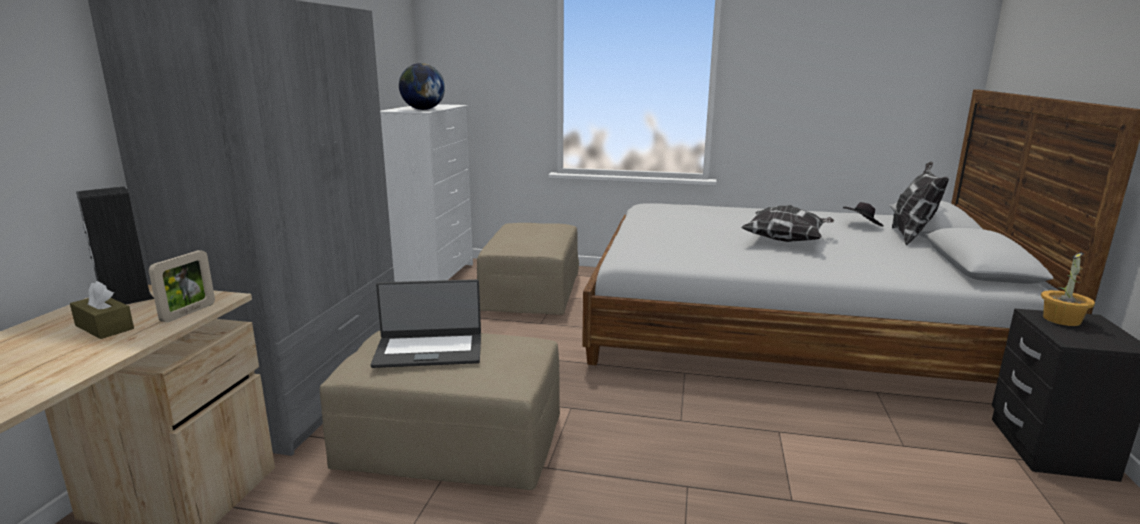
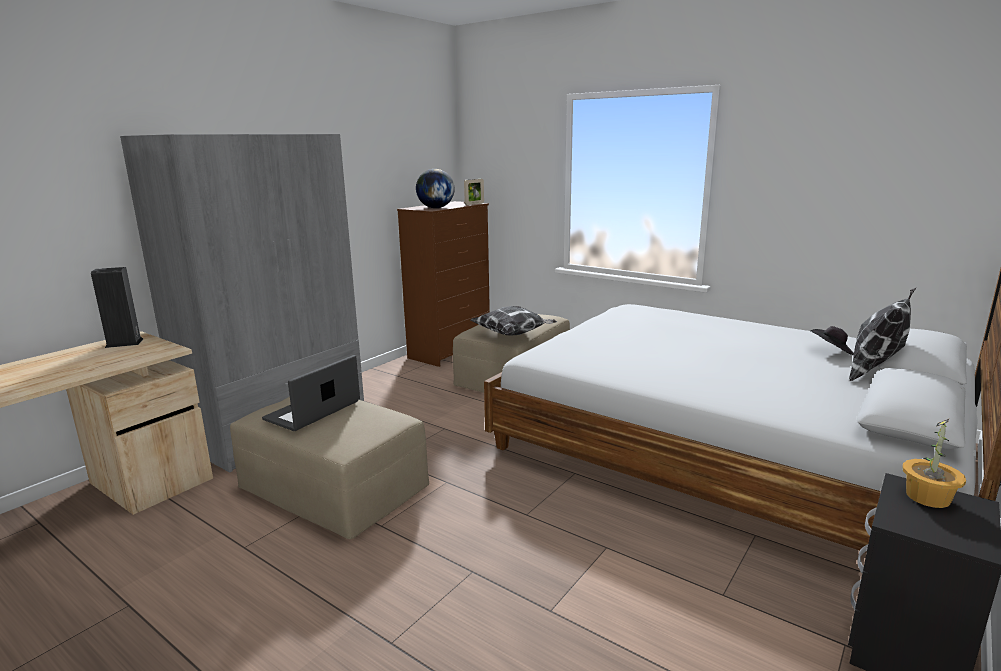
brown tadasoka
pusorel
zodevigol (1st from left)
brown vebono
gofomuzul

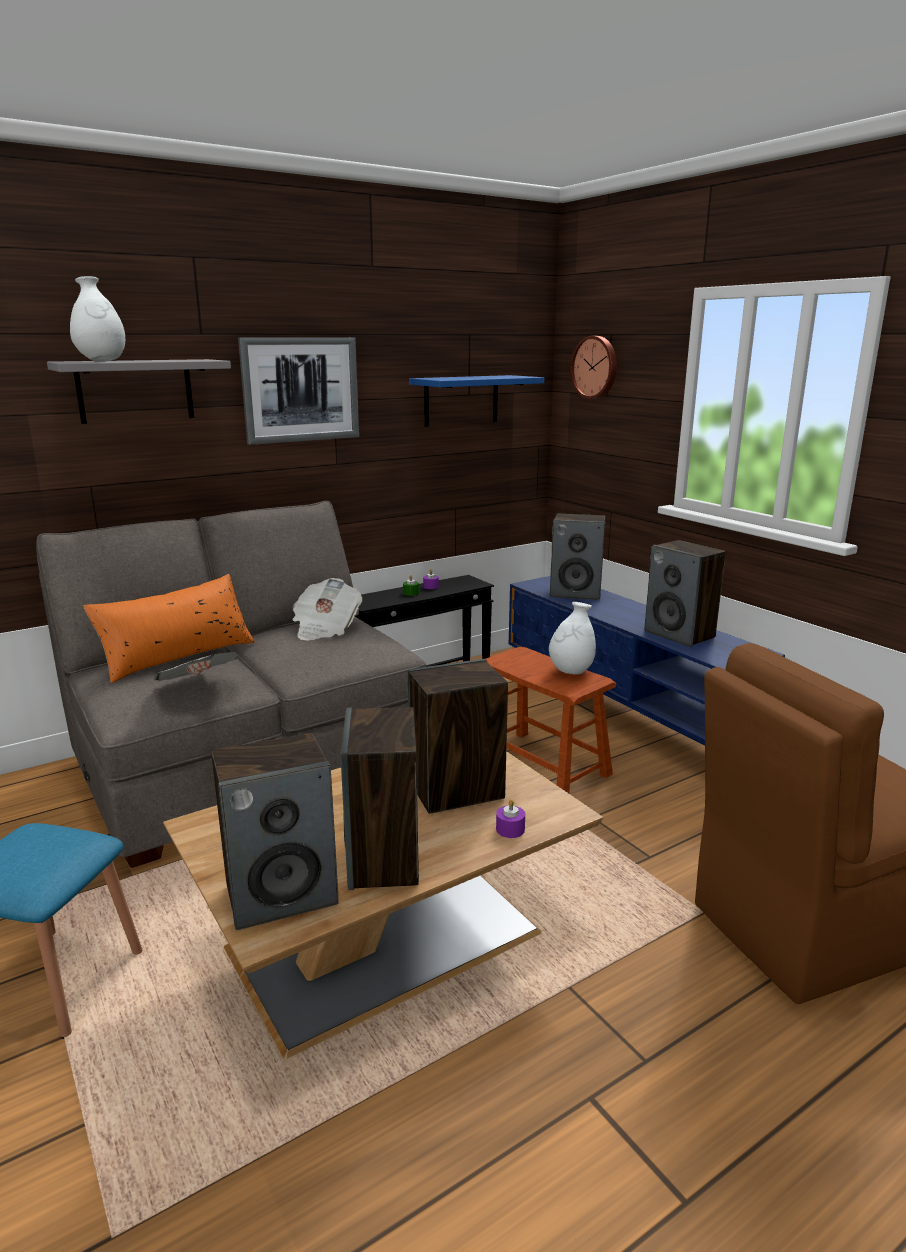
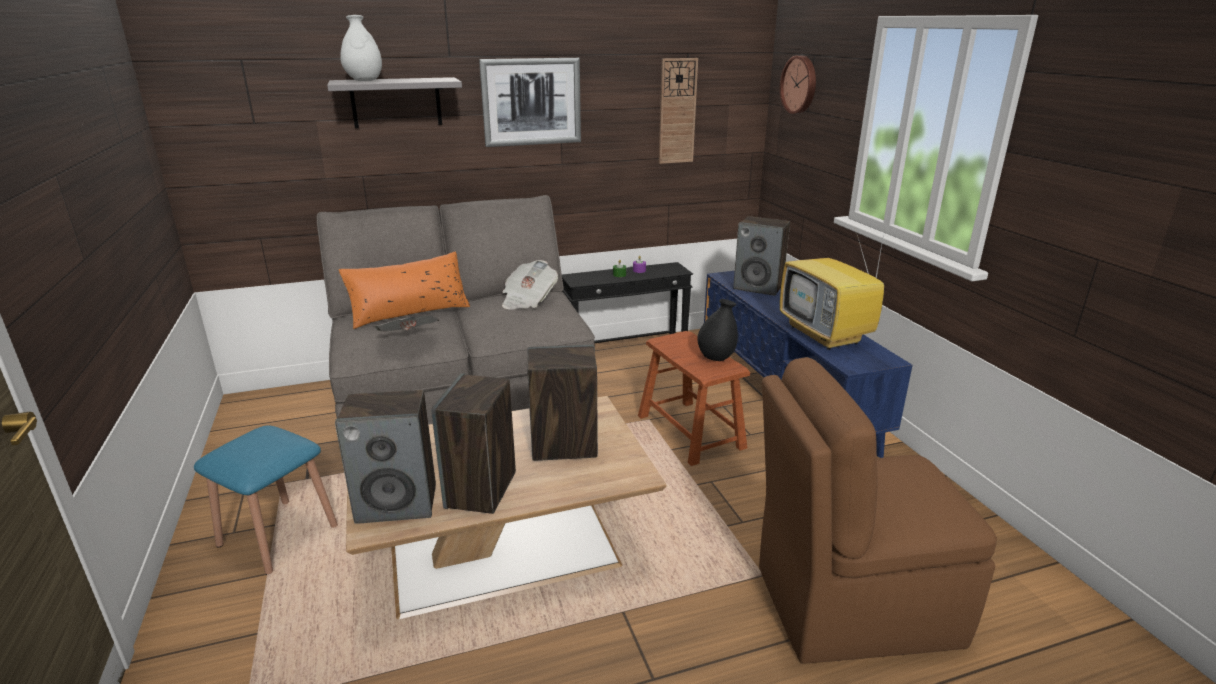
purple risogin (2nd from left in the first image)
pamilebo (1st from left)
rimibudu
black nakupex

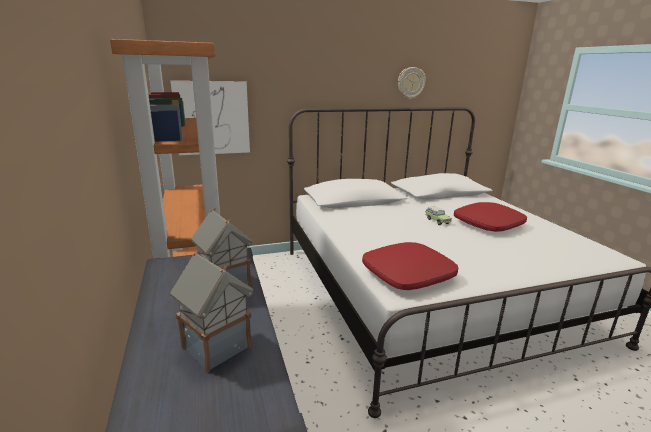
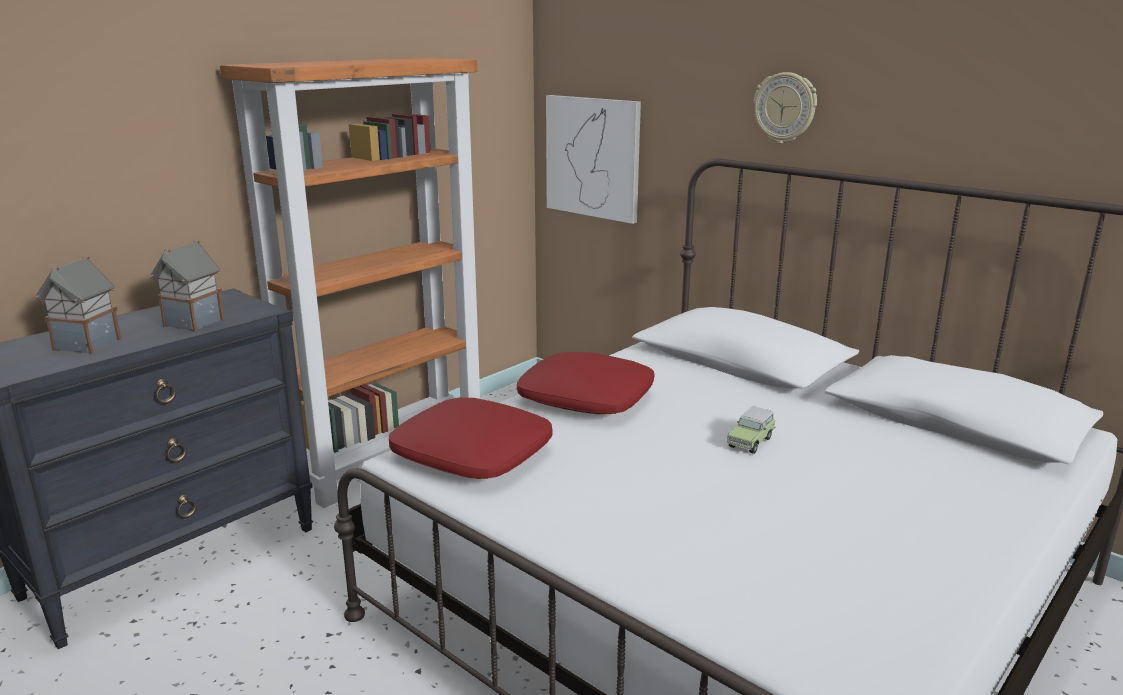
pamilebo
red zodevigol (2nd from left)

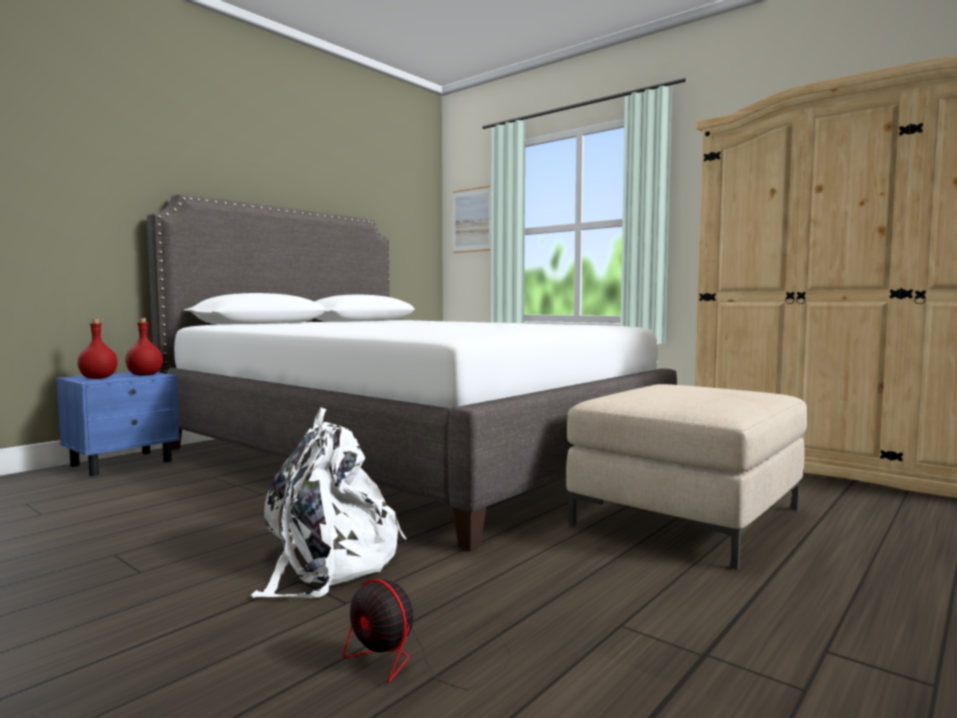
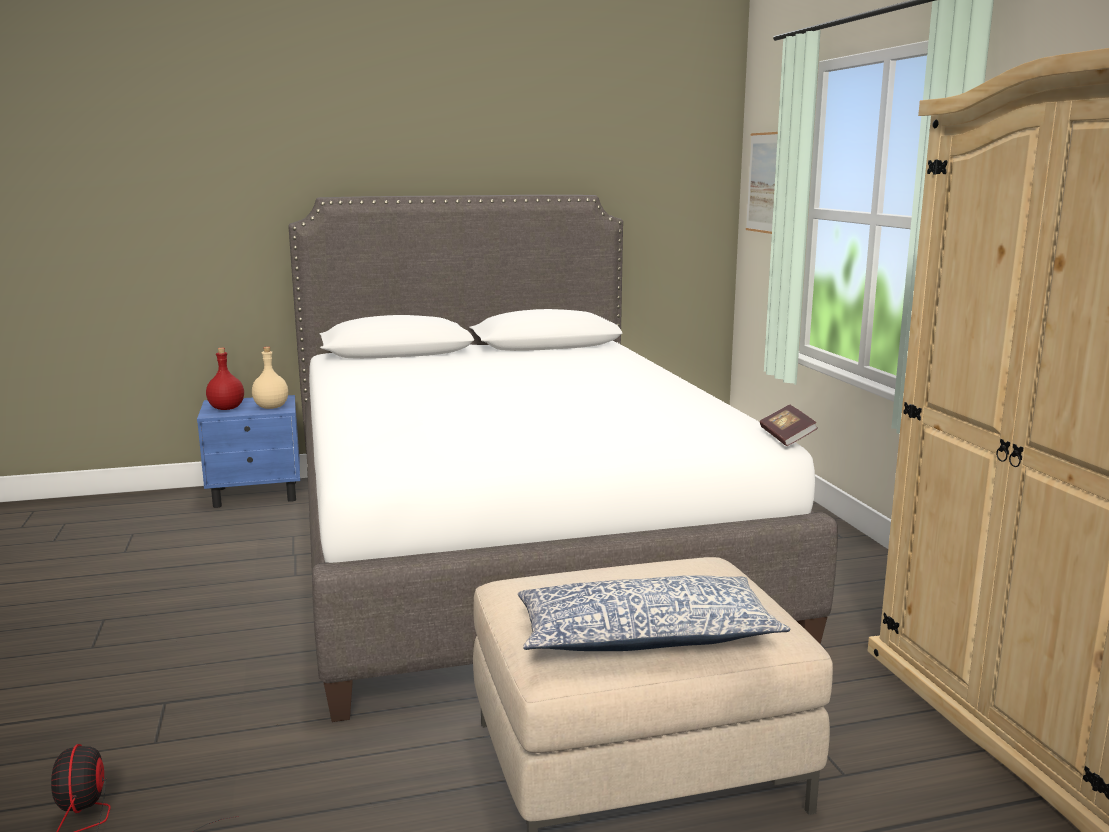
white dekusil
zodevigol
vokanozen
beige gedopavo

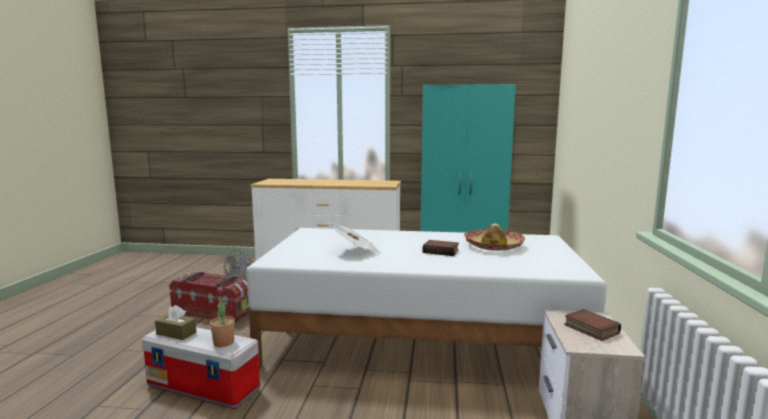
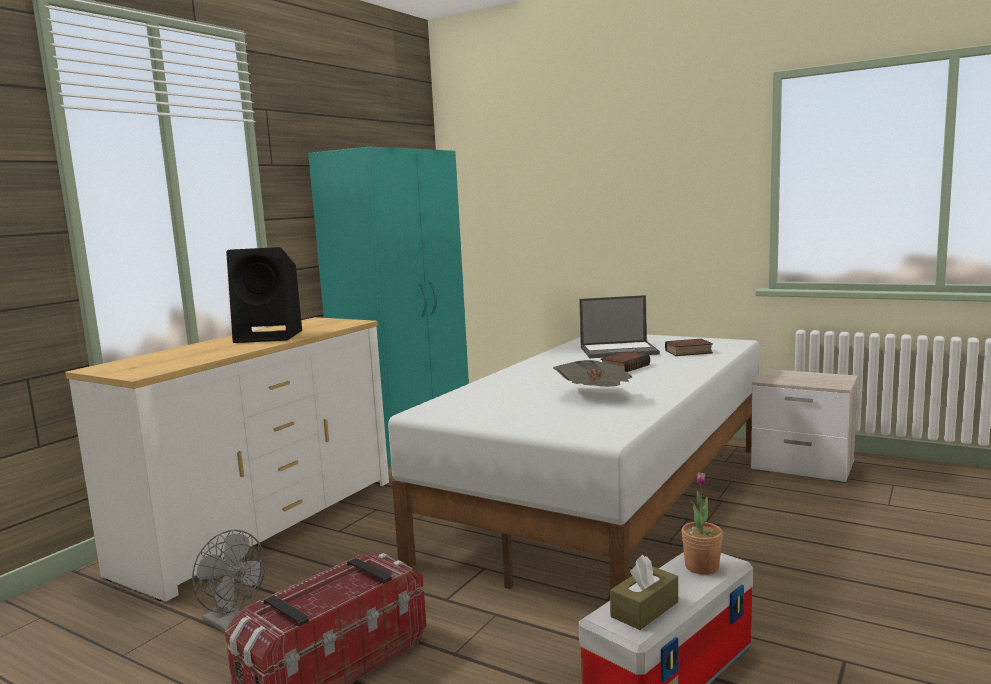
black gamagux
vokanozen (2nd from left)
gofomuzul

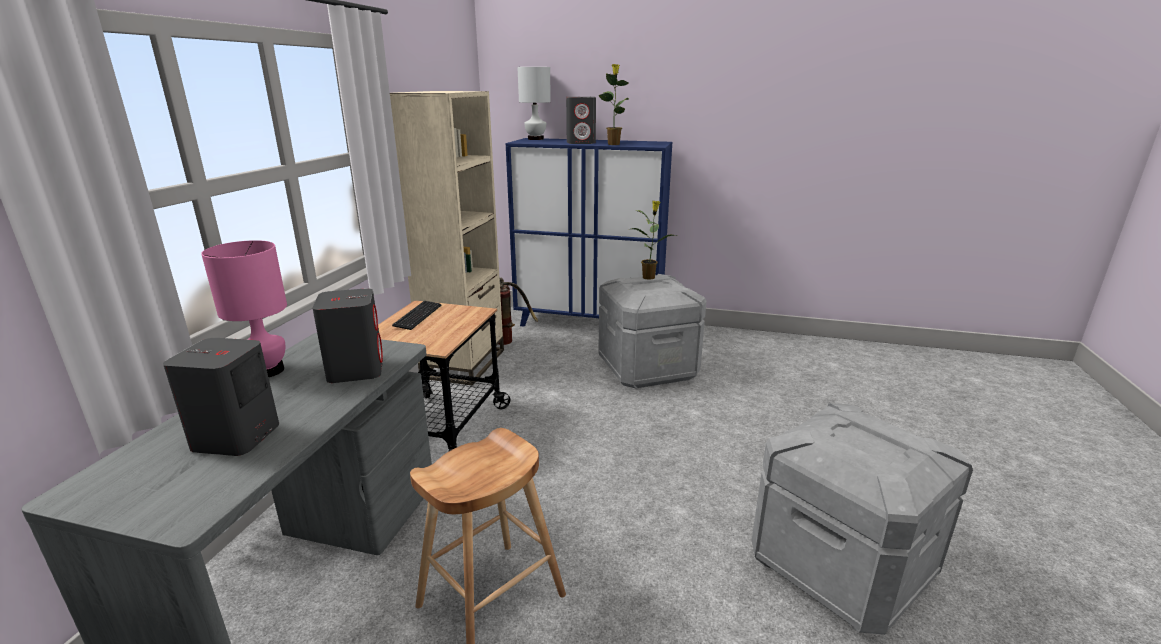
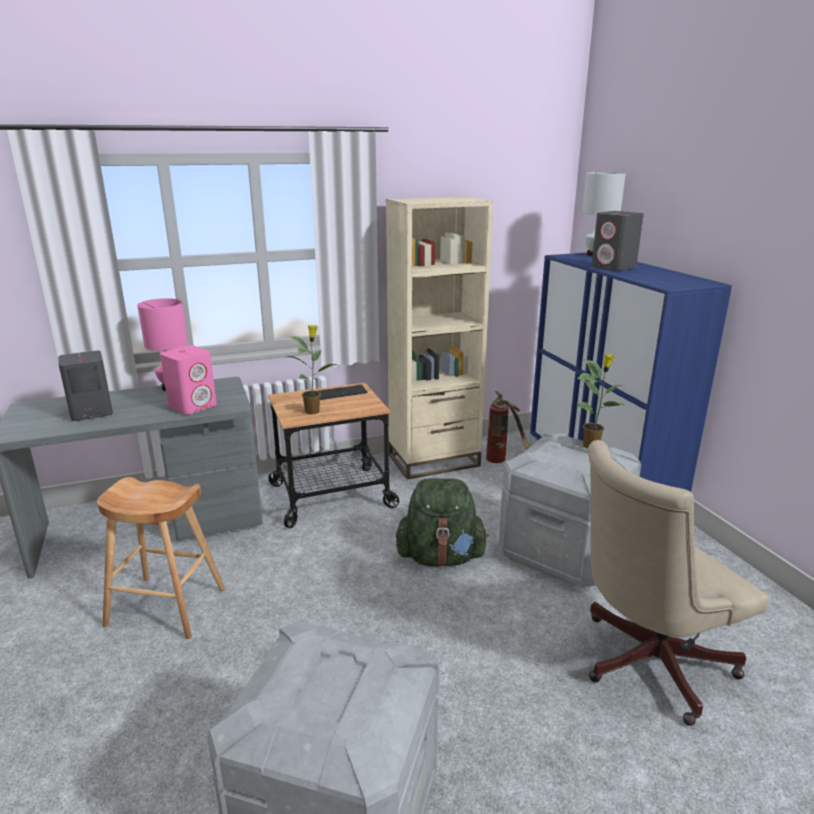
green dekusil
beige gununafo
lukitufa (1st from left)
pink gamagux

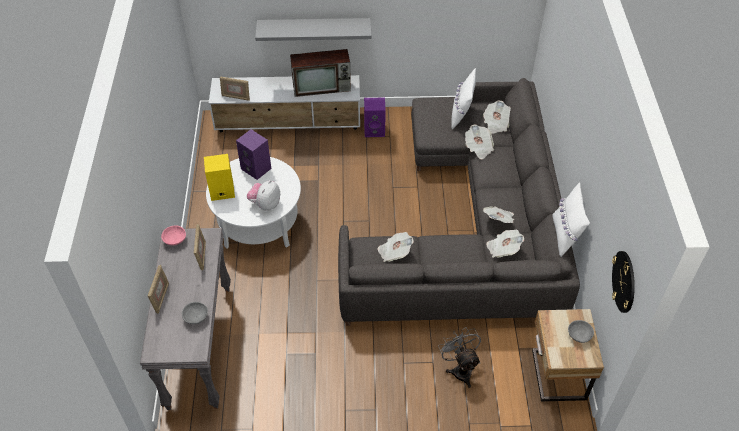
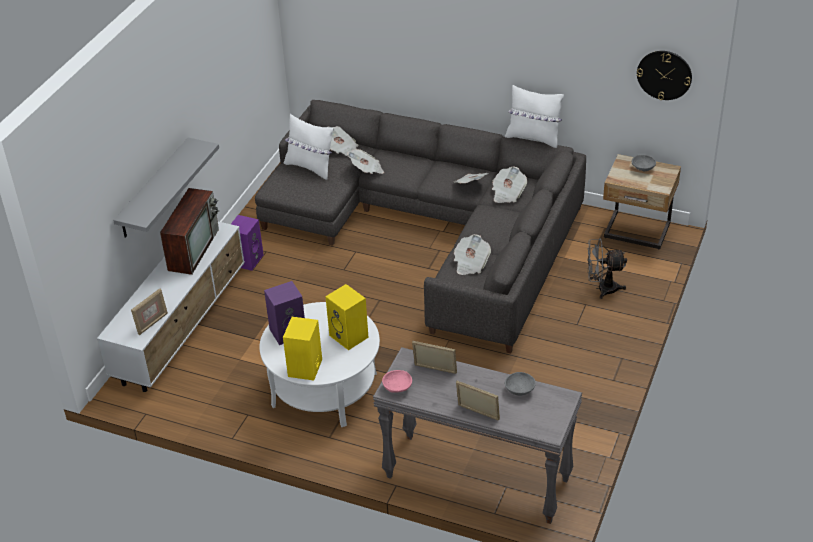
yellow gamagux (2nd from left)

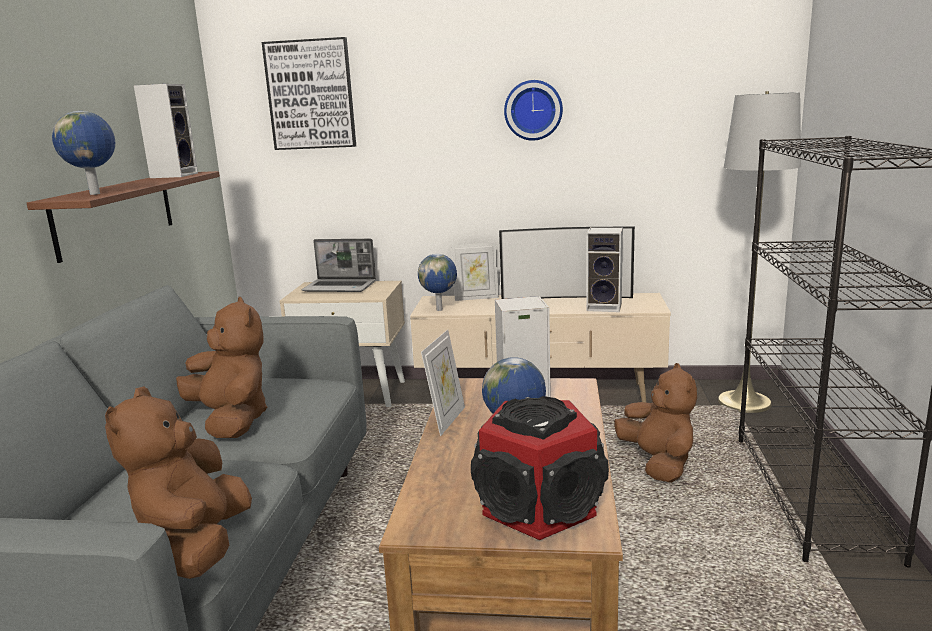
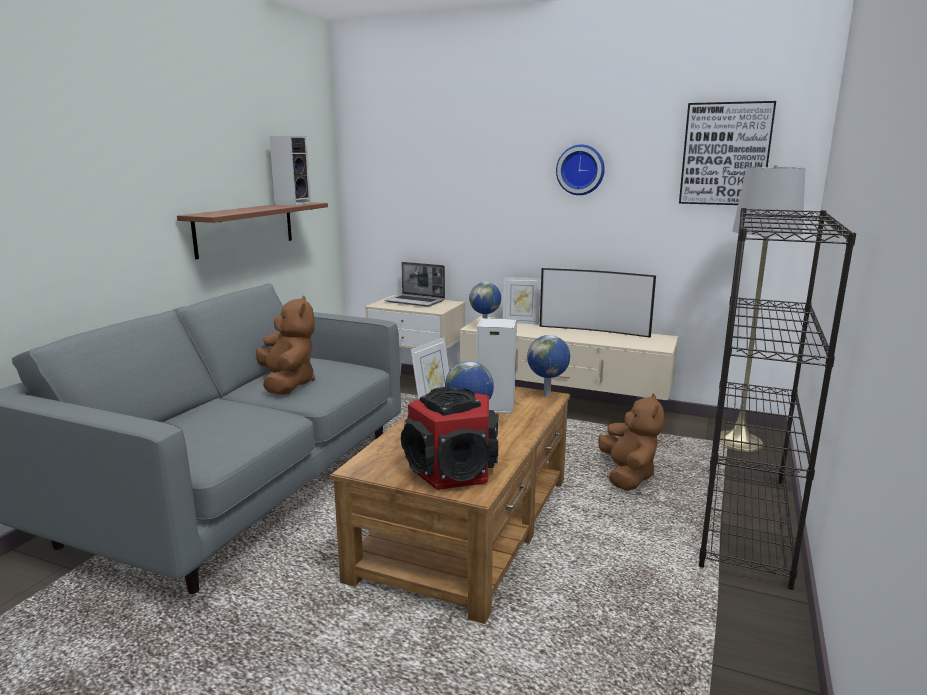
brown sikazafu (1st from left in the first image)
gamagux (4th from left in the first image)
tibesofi (3rd from left)
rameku

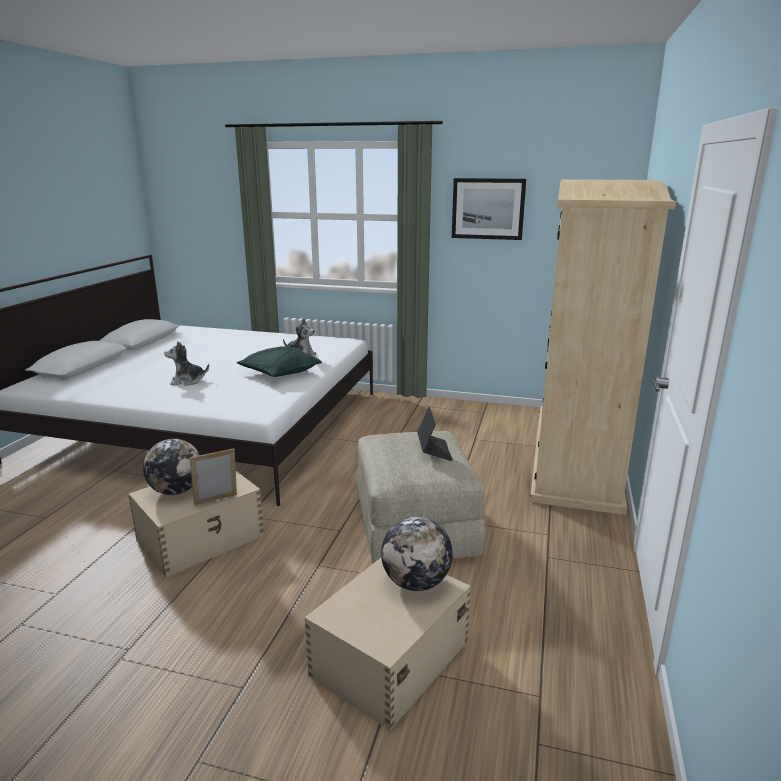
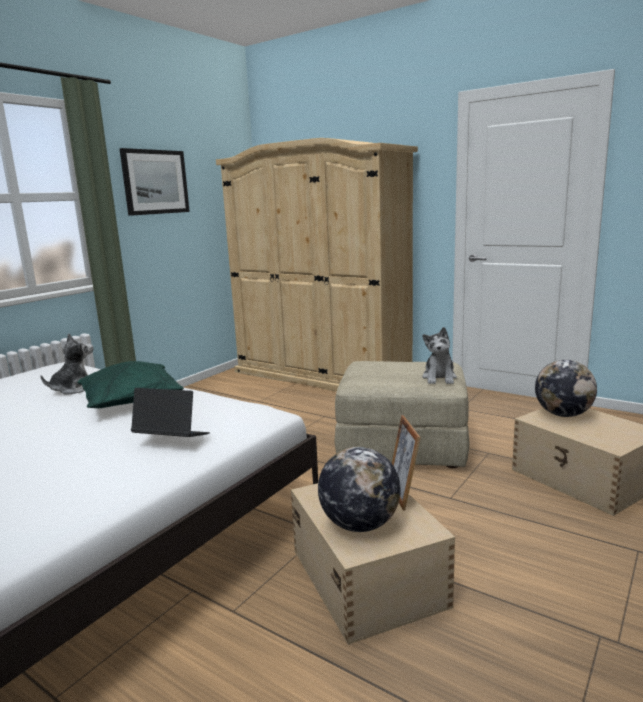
sikazafu (2nd from left)
gofomuzul

